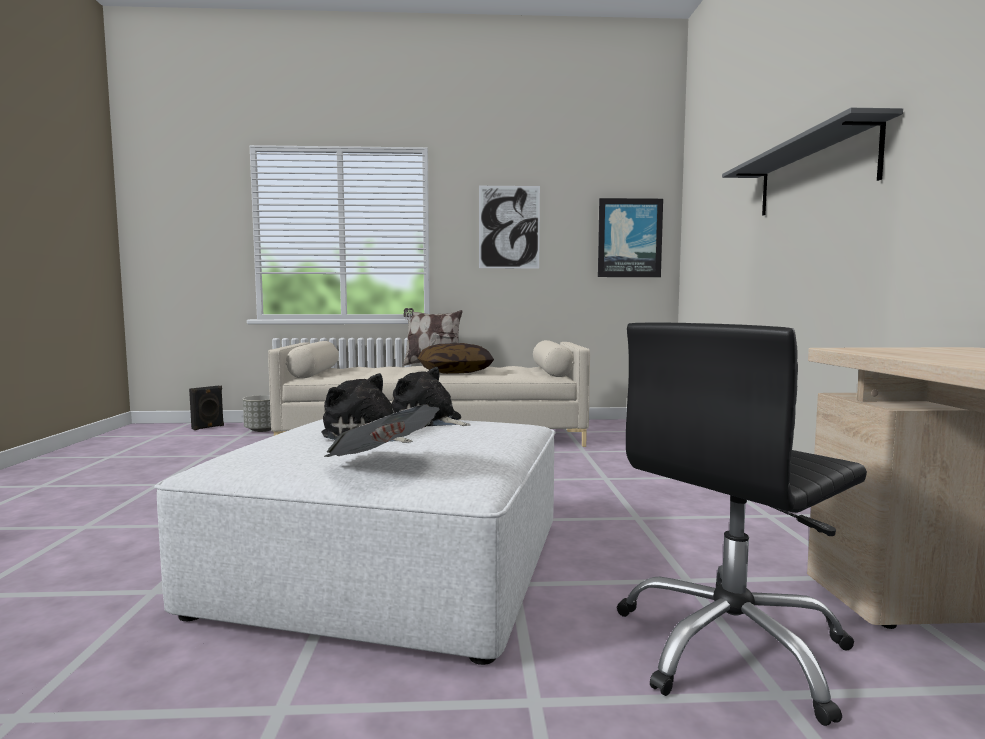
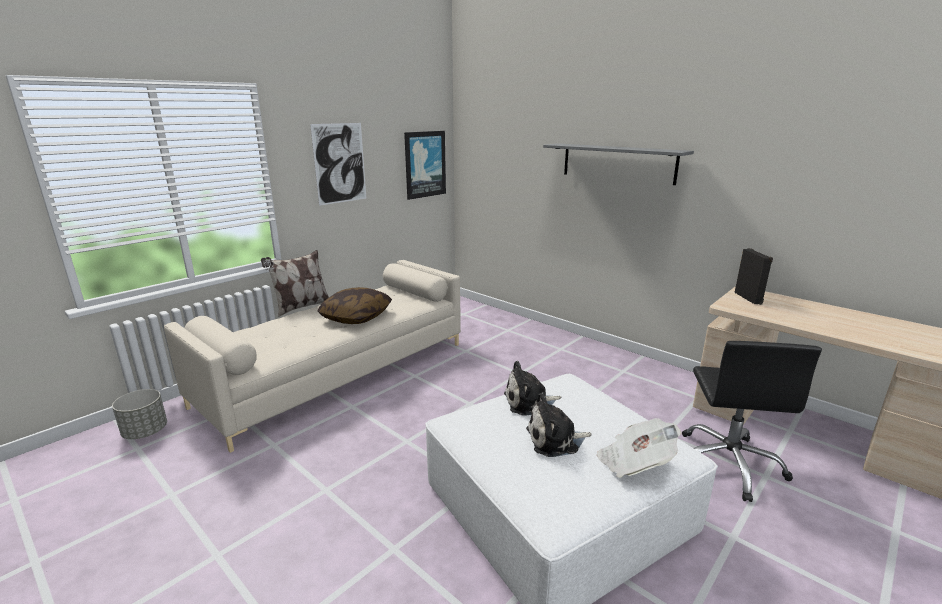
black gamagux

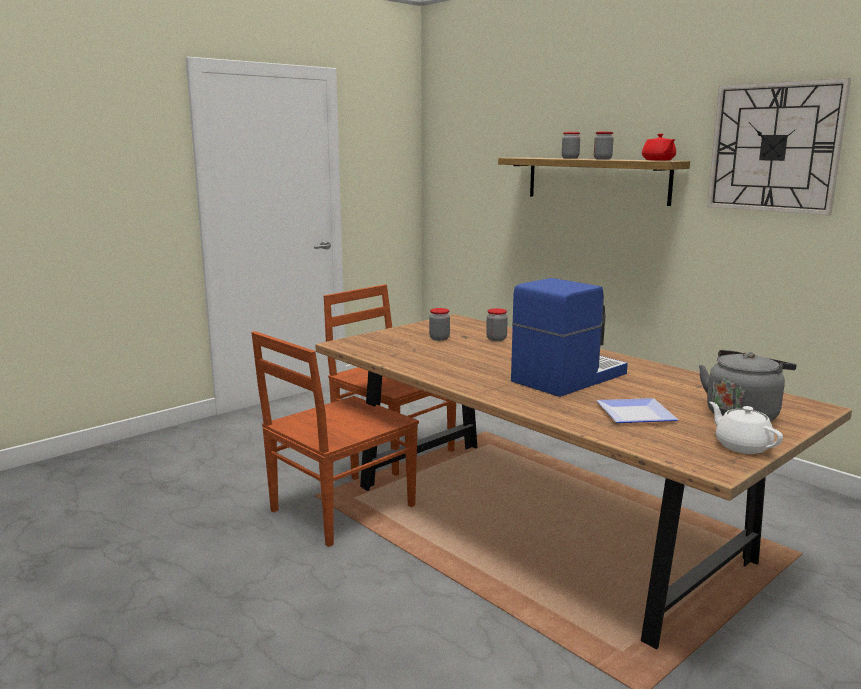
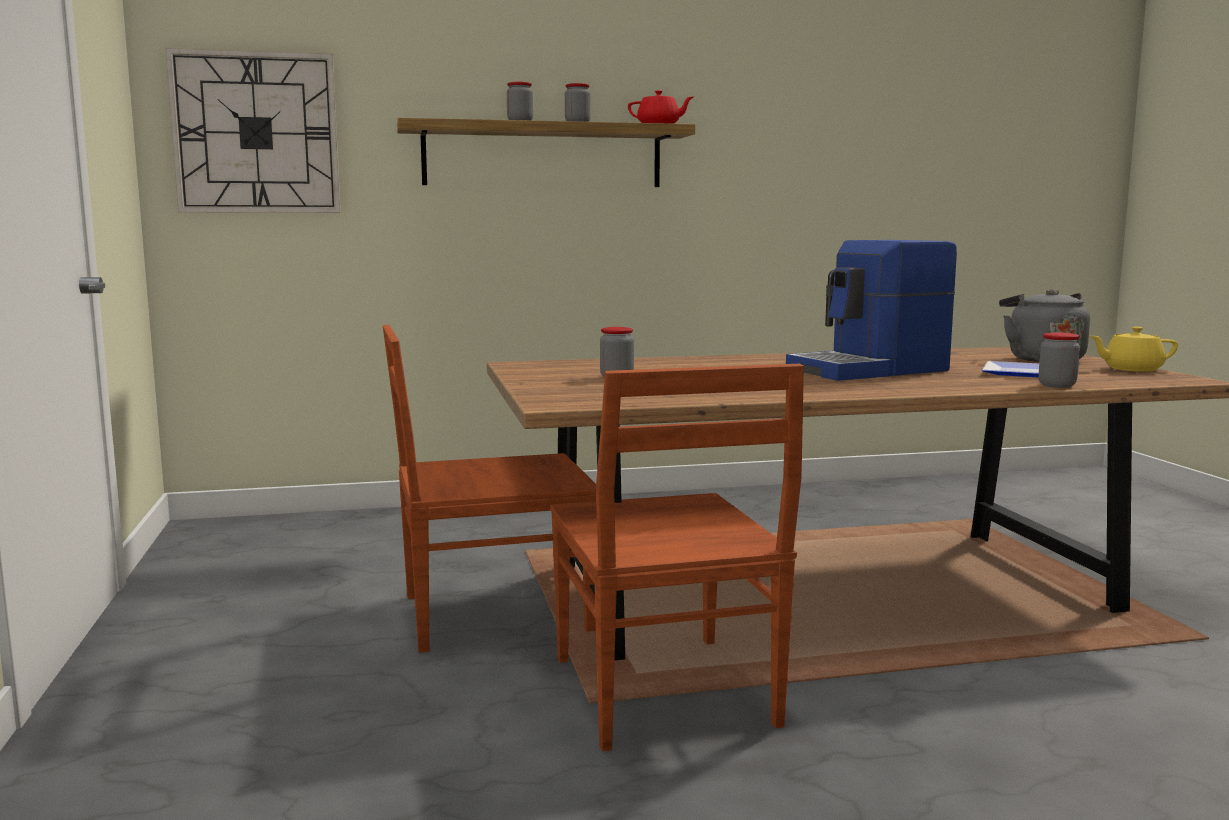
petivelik (4th from left)
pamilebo
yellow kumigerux
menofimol

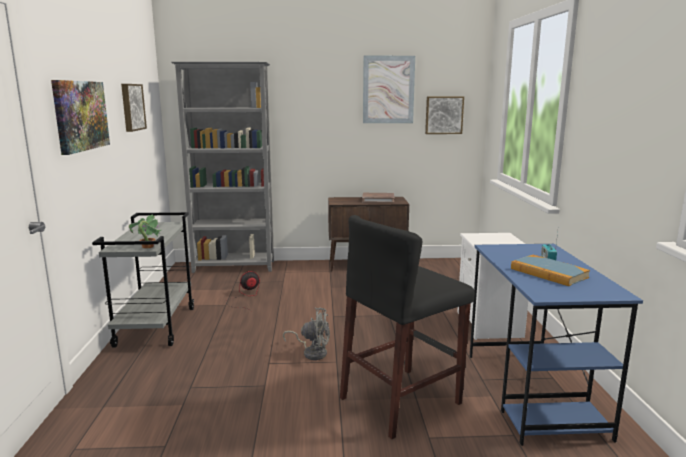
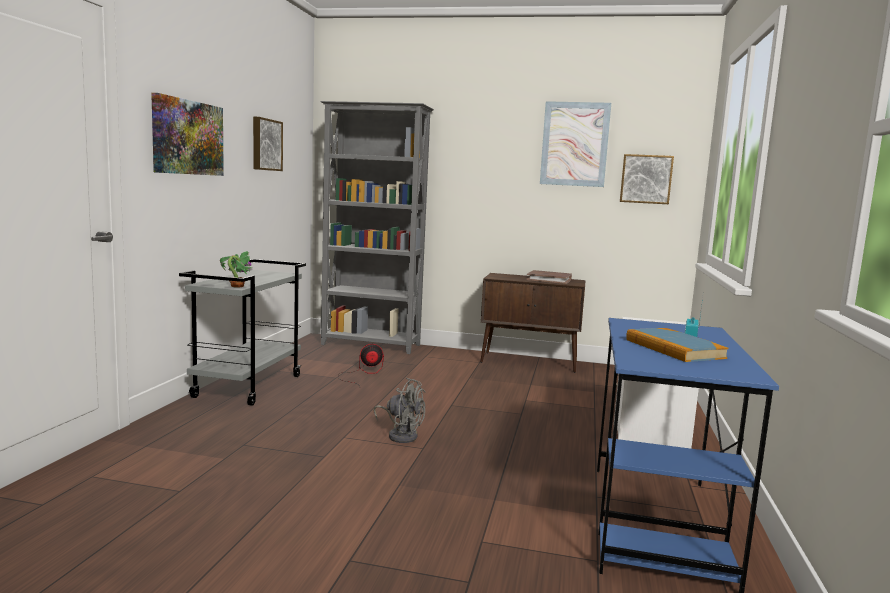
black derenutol

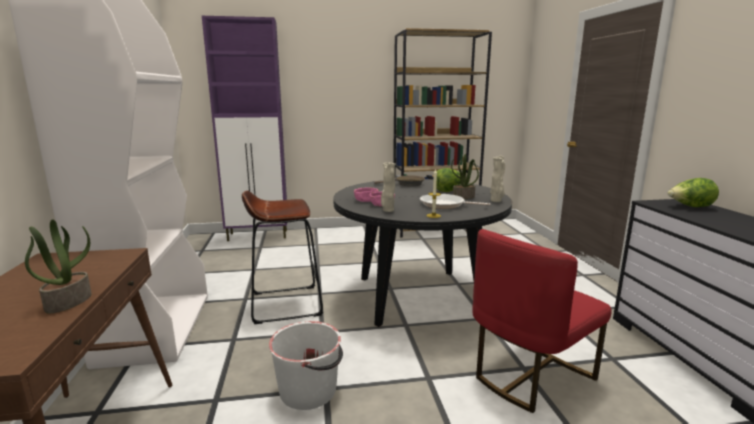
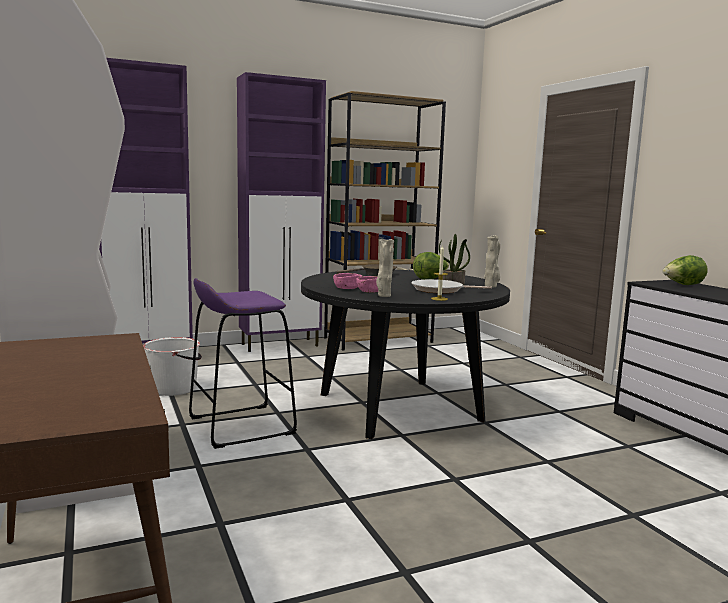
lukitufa (1st from left in the first image)
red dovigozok
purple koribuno (2nd from left)
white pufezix
purple derenutol

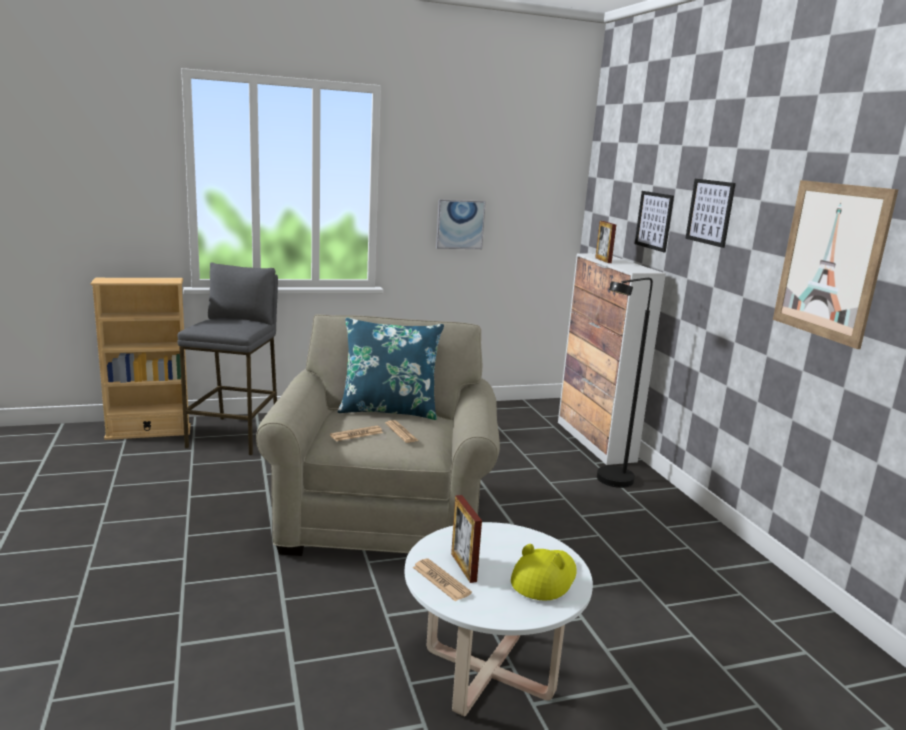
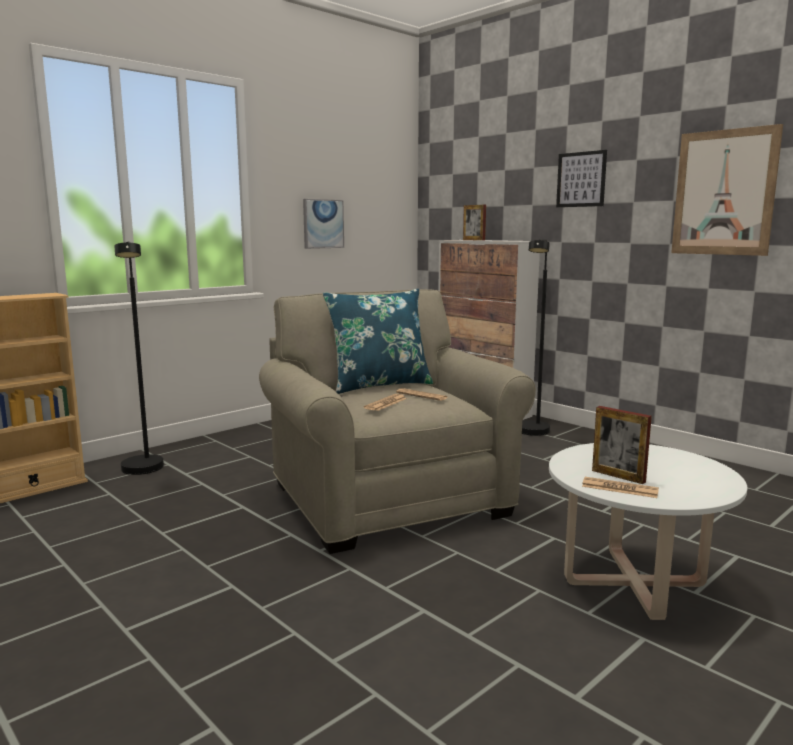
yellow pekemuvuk
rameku (2nd from left in the first image)
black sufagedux (1st from left)

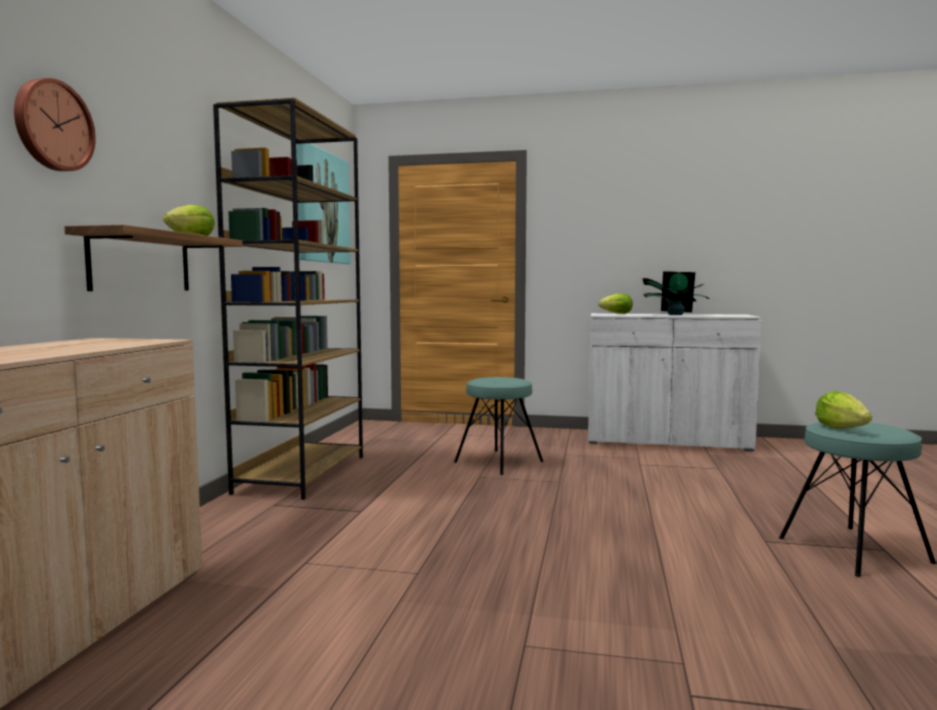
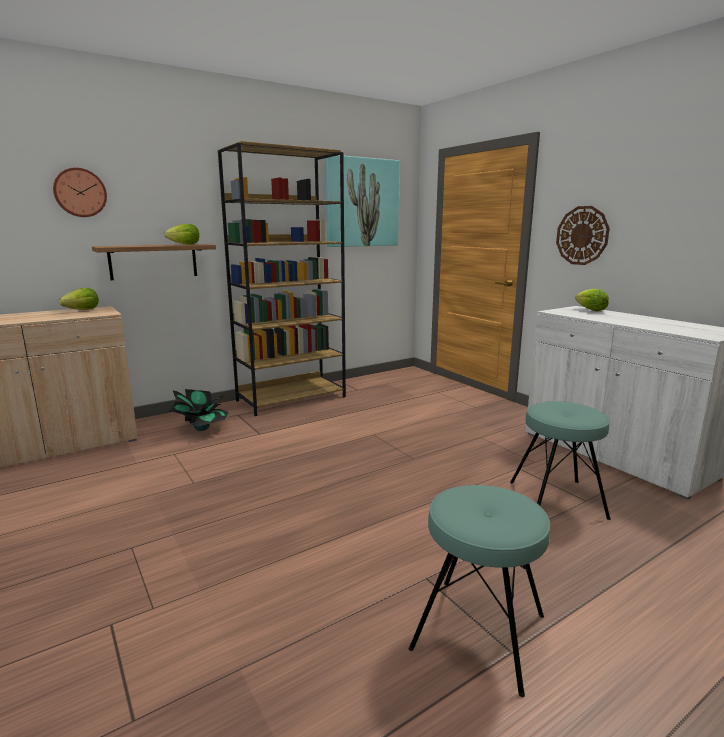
pamilebo (2nd from left)
turquoise derenutol (2nd from left)
lukitufa
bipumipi (1st from left)

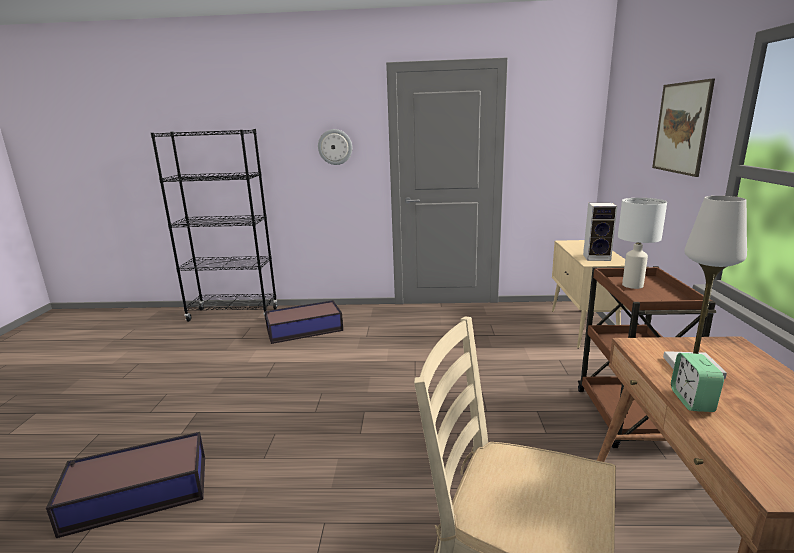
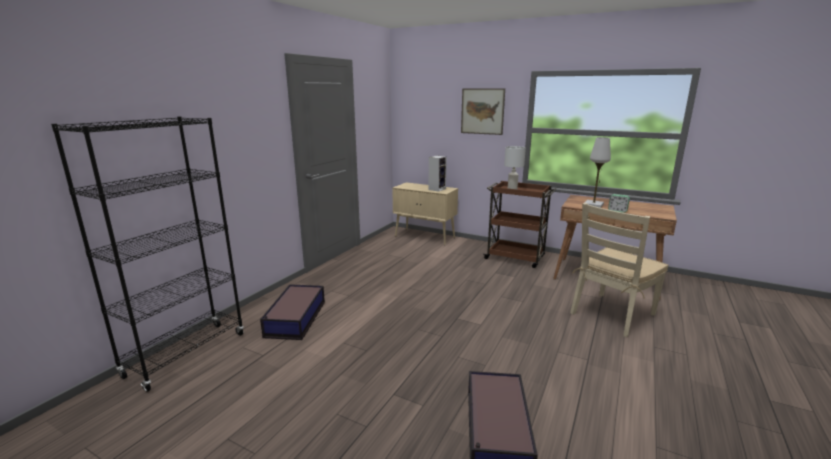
pamilebo

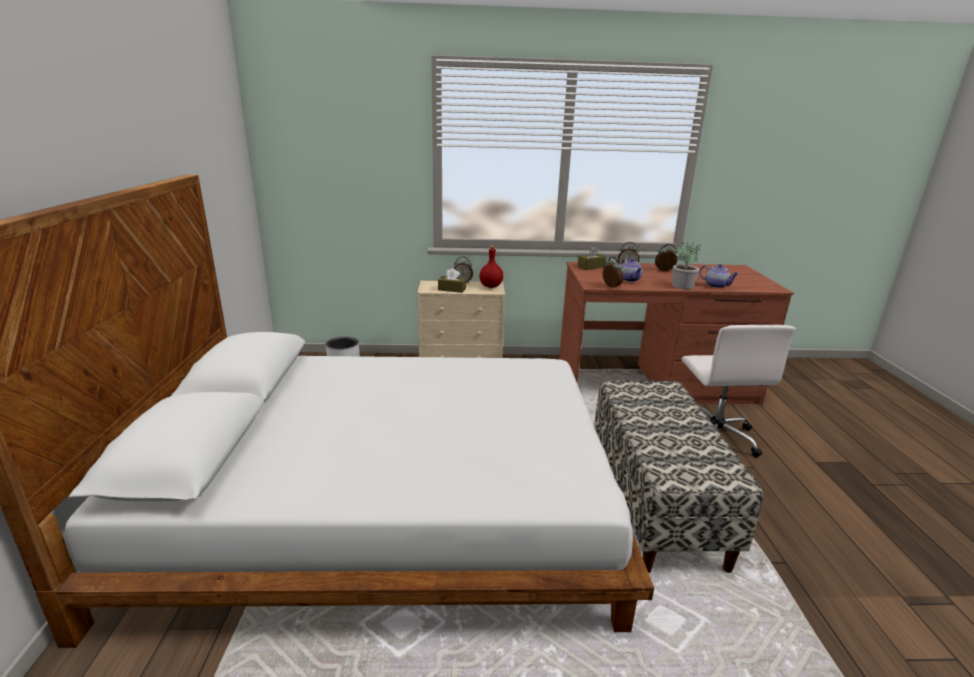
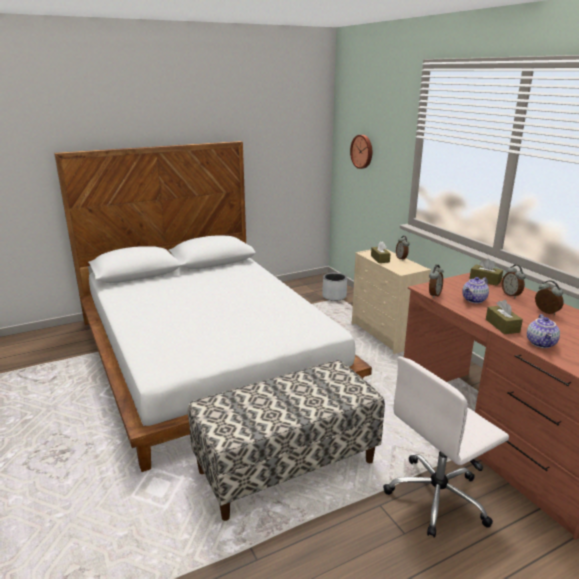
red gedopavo
pamilebo
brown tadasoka (3rd from left)

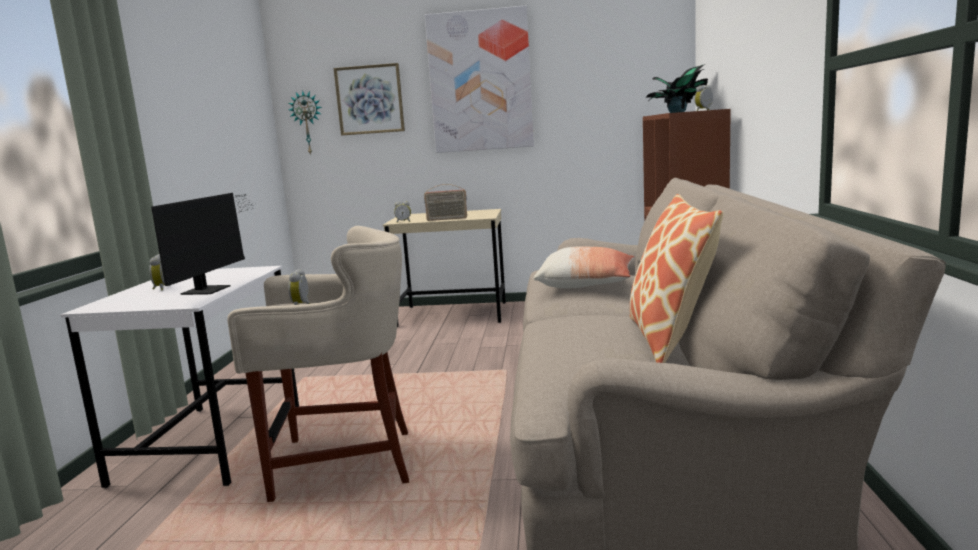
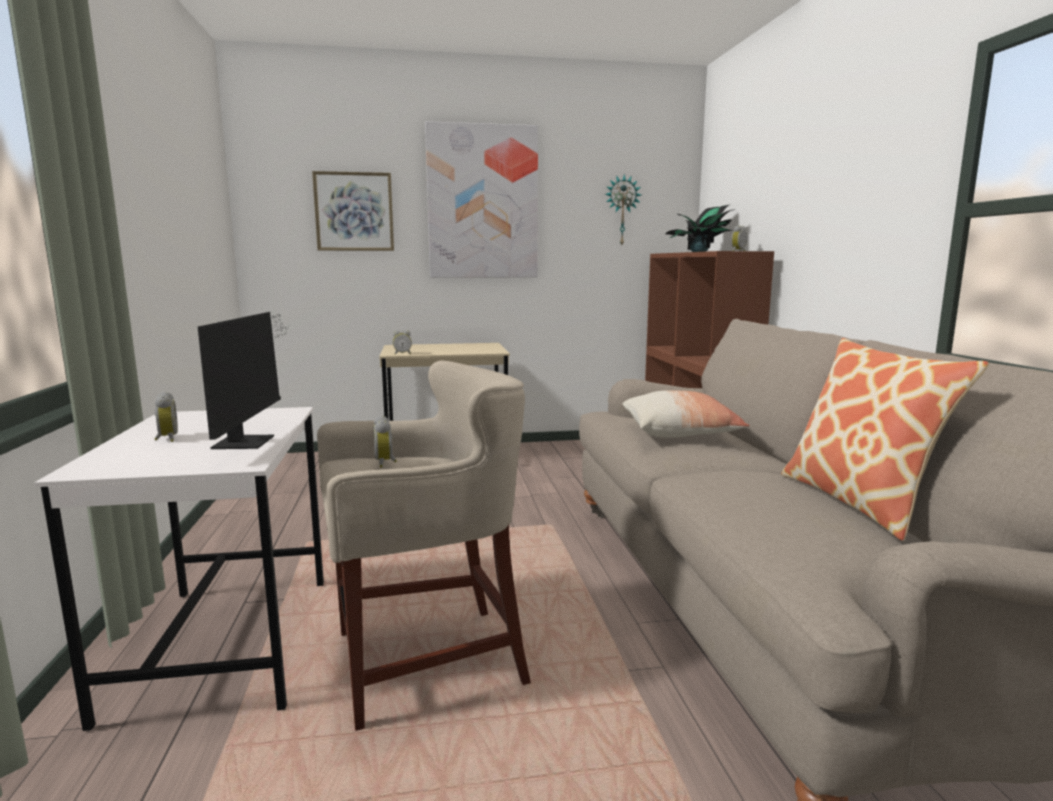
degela
pamilebo

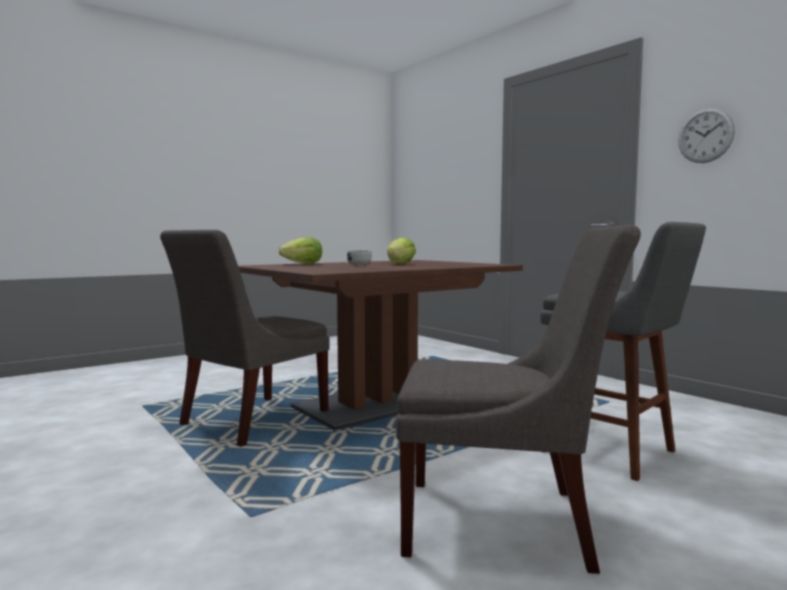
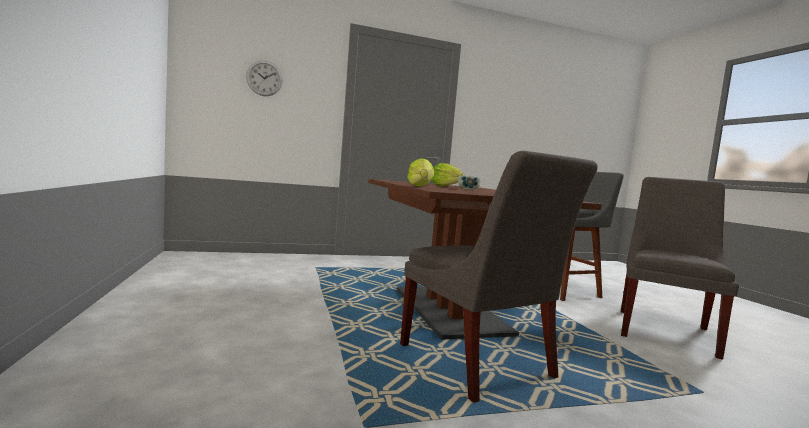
pamilebo

